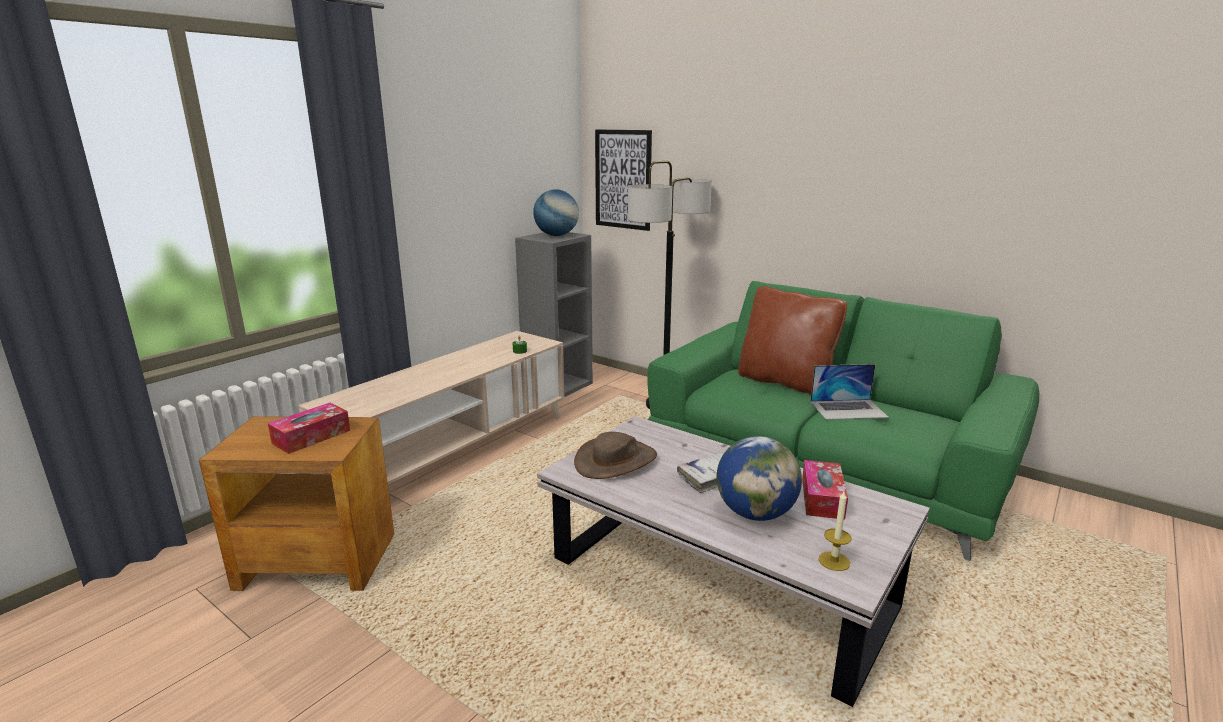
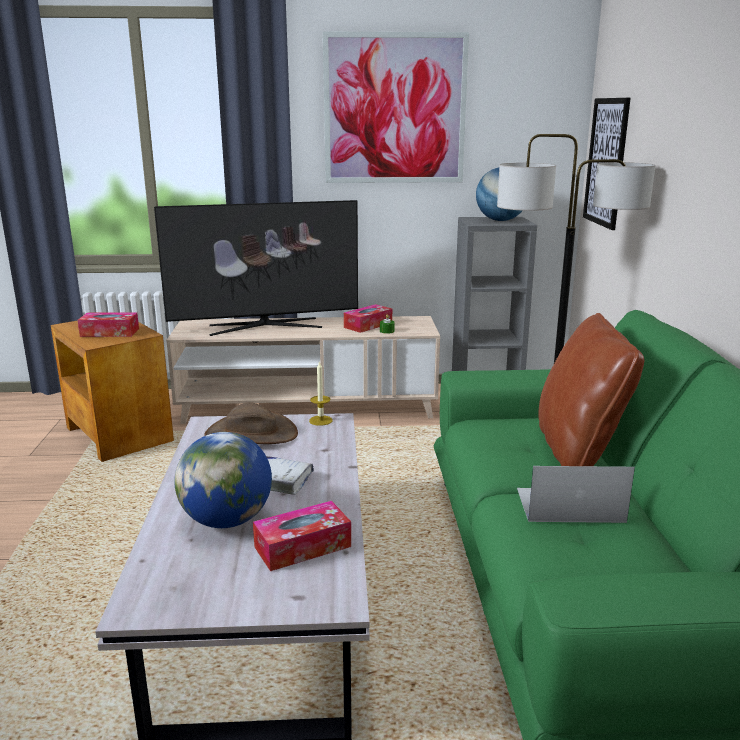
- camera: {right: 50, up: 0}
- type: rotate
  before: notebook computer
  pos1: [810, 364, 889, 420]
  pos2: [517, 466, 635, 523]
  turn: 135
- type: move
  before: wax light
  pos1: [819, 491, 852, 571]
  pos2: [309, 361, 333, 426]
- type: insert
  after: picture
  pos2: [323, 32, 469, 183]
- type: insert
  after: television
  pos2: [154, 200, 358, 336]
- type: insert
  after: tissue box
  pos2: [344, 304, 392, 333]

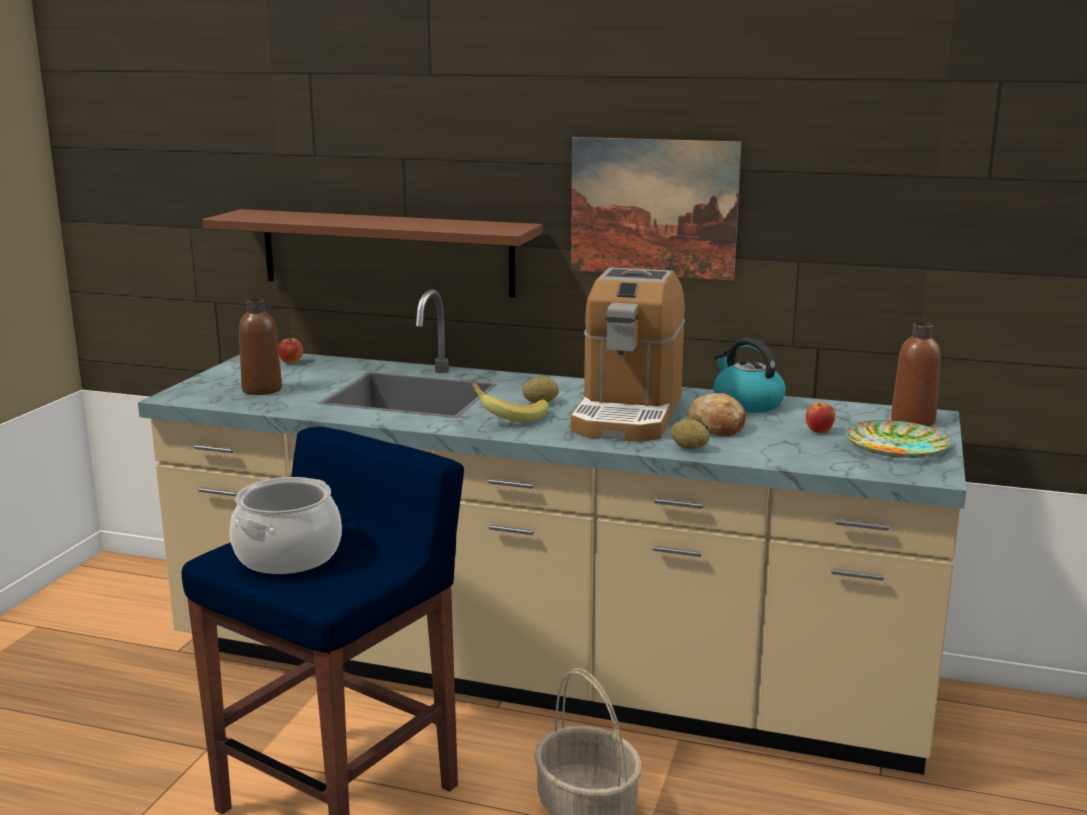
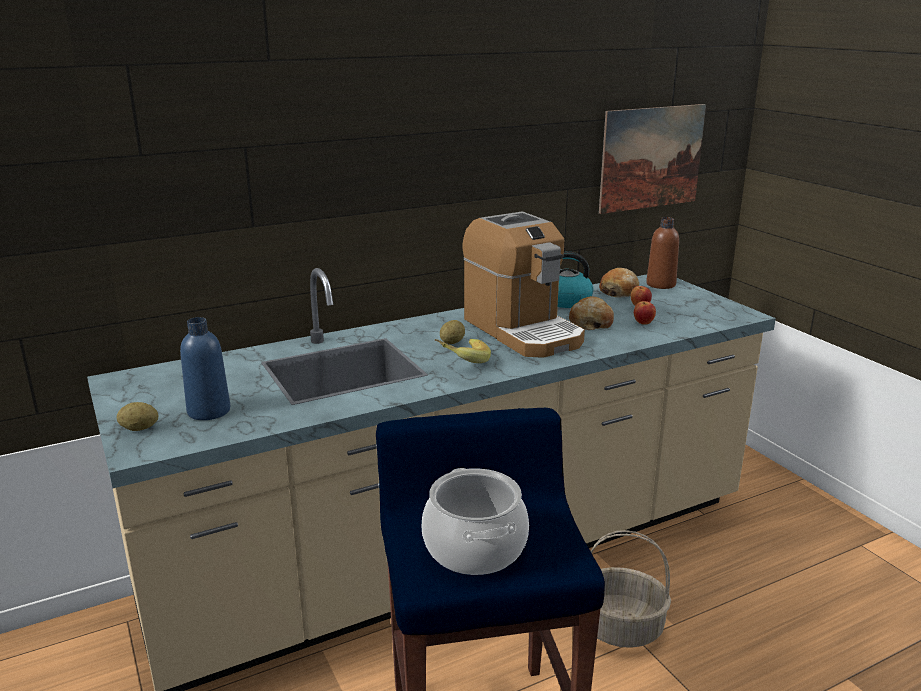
- camera: {right: -45, up: 5}
- type: move
  before: picture
  pos1: [571, 137, 742, 280]
  pos2: [599, 104, 706, 214]
- type: delete
  before: shelf/brownish
  pos1: [202, 209, 542, 298]
- type: recolor
  before: drink bottle/brownish
  after: drink bottle/blue-coloured
  pos1: [239, 298, 282, 395]
  pos2: [180, 317, 231, 420]
- type: move
  before: apple fruit
  pos1: [278, 338, 303, 364]
  pos2: [634, 301, 656, 325]
- type: move
  before: whole potato
  pos1: [671, 419, 710, 449]
  pos2: [117, 402, 159, 431]
- type: delete
  before: flat dish
  pos1: [846, 420, 951, 458]
- type: insert
  after: bakery bread
  pos2: [599, 268, 639, 297]

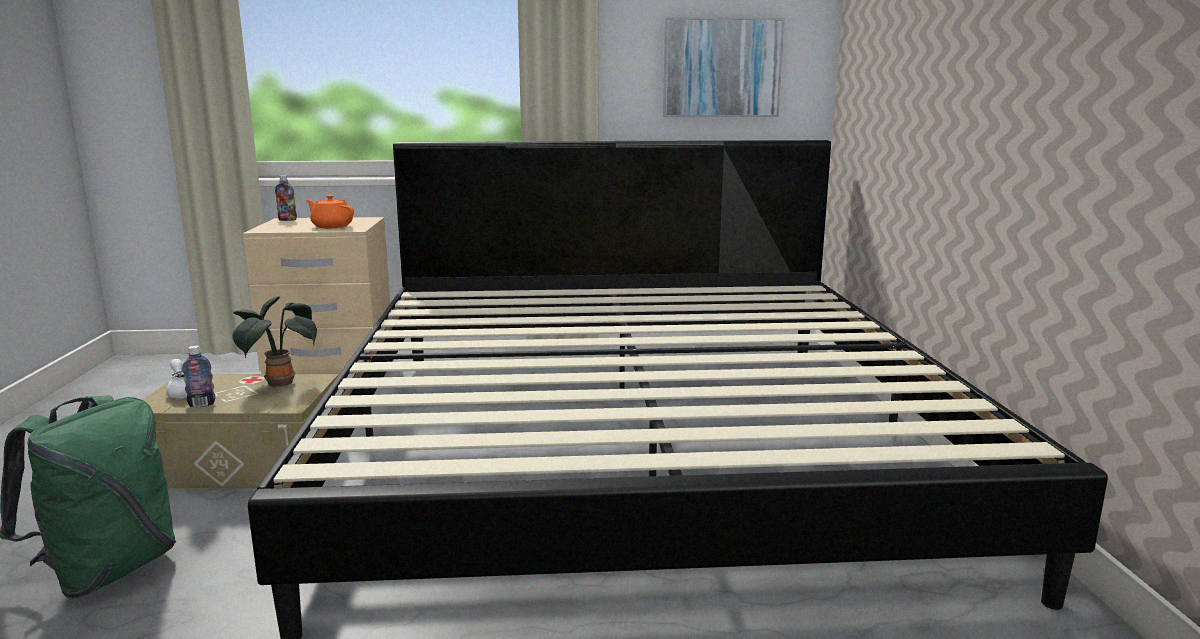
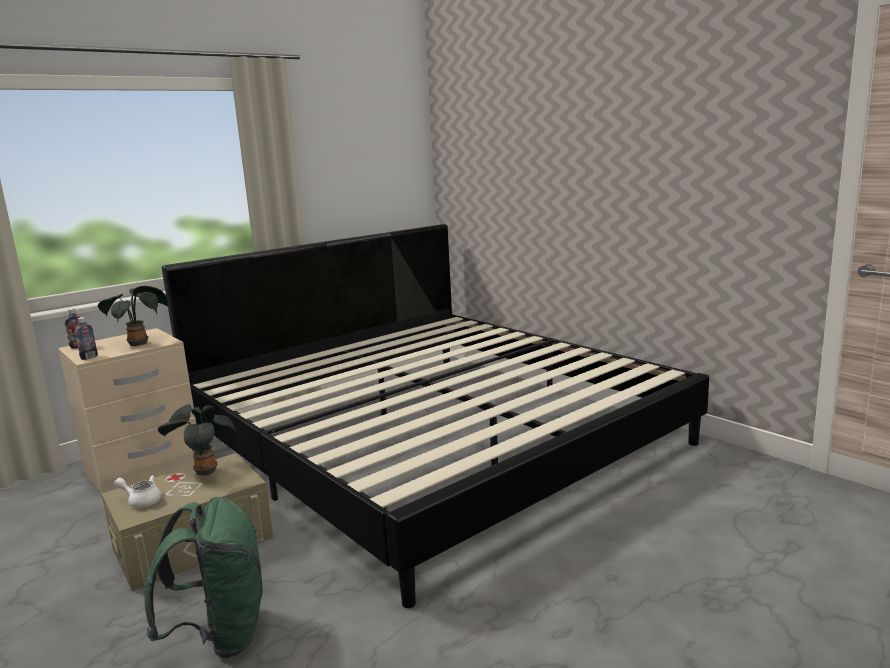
- camera: {right: -35, up: 0}
- type: delete
  before: picture
  pos1: [663, 17, 784, 117]
- type: replace
  before: pot for tea/orange-coloured
  after: potted plant
  pos1: [306, 195, 354, 228]
  pos2: [98, 286, 168, 346]
- type: move
  before: drink bottle
  pos1: [182, 346, 216, 407]
  pos2: [75, 317, 98, 360]

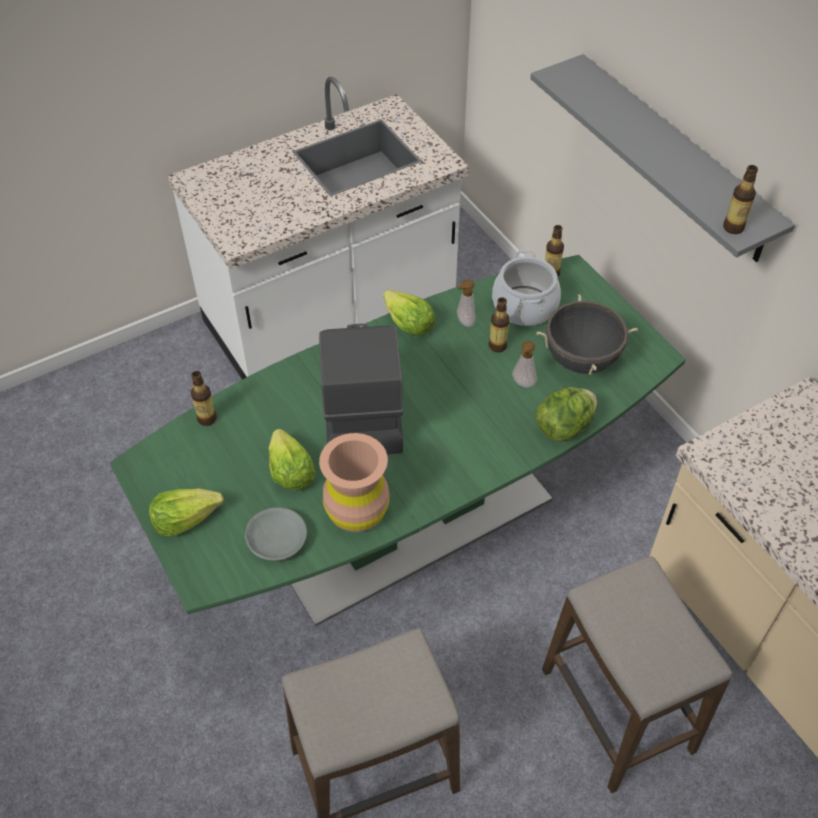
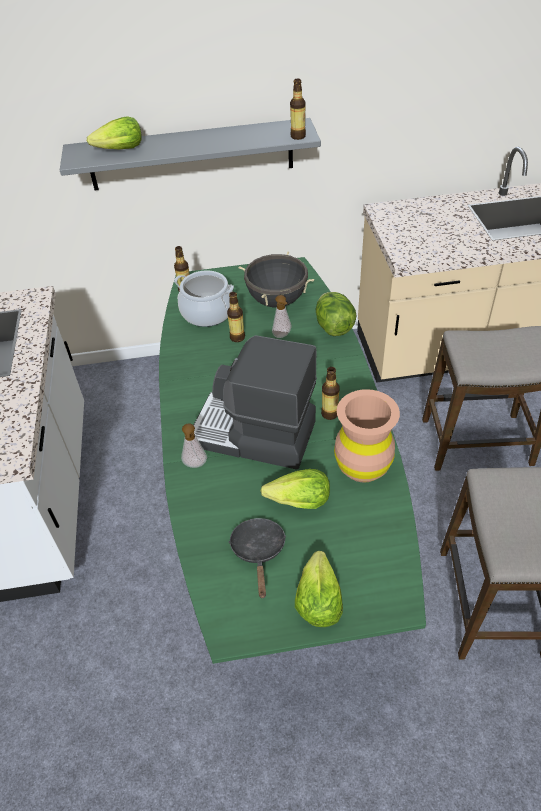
- camera: {right: -65, up: -5}
- type: move
  before: soap dispenser
  pos1: [457, 279, 476, 327]
  pos2: [181, 423, 207, 468]
- type: move
  before: lettuce
  pos1: [383, 290, 435, 336]
  pos2: [87, 116, 142, 149]
- type: move
  before: drink bottle
  pos1: [191, 371, 217, 426]
  pos2: [321, 367, 340, 420]
- type: delete
  before: serving bowl/gray
  pos1: [245, 507, 307, 561]
- type: insert
  after: frying pan/black-coloured
  pos2: [229, 518, 286, 598]

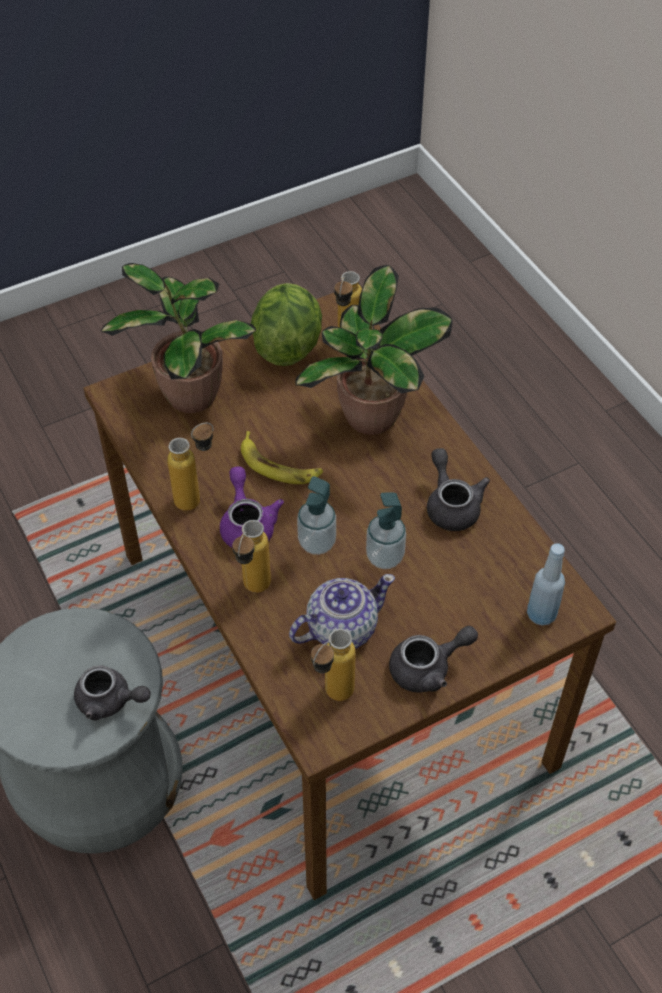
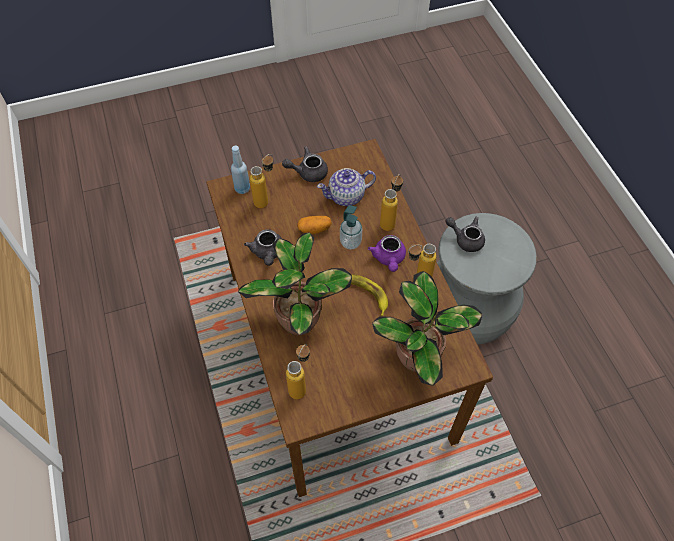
- camera: {right: -170, up: 5}
- type: delete
  before: lettuce
  pos1: [250, 283, 322, 366]
- type: replace
  before: soap dispenser
  after: whole potato
  pos1: [366, 493, 406, 569]
  pos2: [297, 216, 332, 234]
- type: move
  before: drink bottle
  pos1: [311, 629, 356, 701]
  pos2: [250, 154, 273, 208]

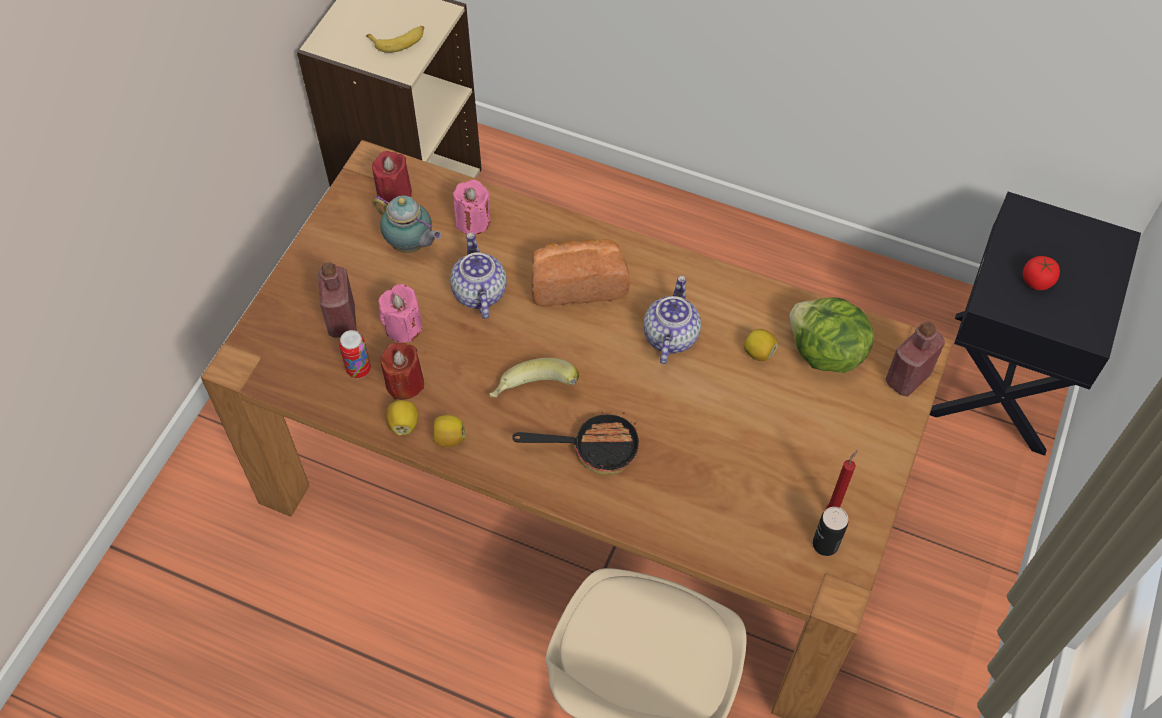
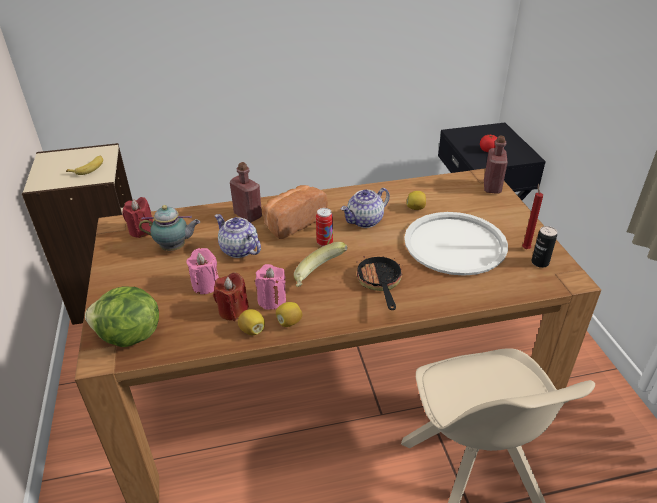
- camera: {right: -35, up: -20}
- type: move
  before: wax light/pink
  pos1: [453, 180, 490, 235]
  pos2: [255, 264, 286, 310]
- type: move
  before: drink bottle/red
  pos1: [318, 262, 357, 338]
  pos2: [230, 162, 262, 223]
- type: rotate
  before: pot for tea
  pos1: [643, 276, 701, 364]
  pos2: [341, 188, 390, 228]
  turn: -105
- type: move
  before: lettuce
  pos1: [789, 297, 874, 373]
  pos2: [85, 287, 159, 347]
- type: move
  before: can
  pos1: [339, 330, 371, 379]
  pos2: [316, 208, 333, 247]
- type: rotate
  before: frying pan
  pos1: [512, 412, 639, 475]
  pos2: [357, 250, 403, 310]
  turn: -60
- type: insert
  after: tray/white-coloured
  pos2: [404, 212, 508, 276]

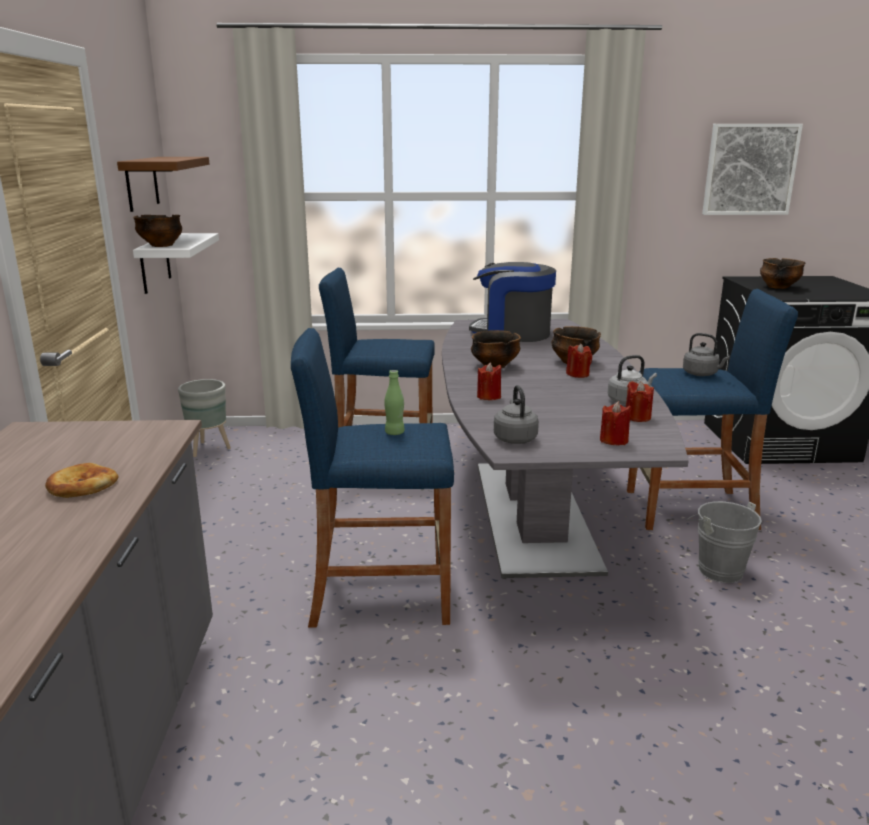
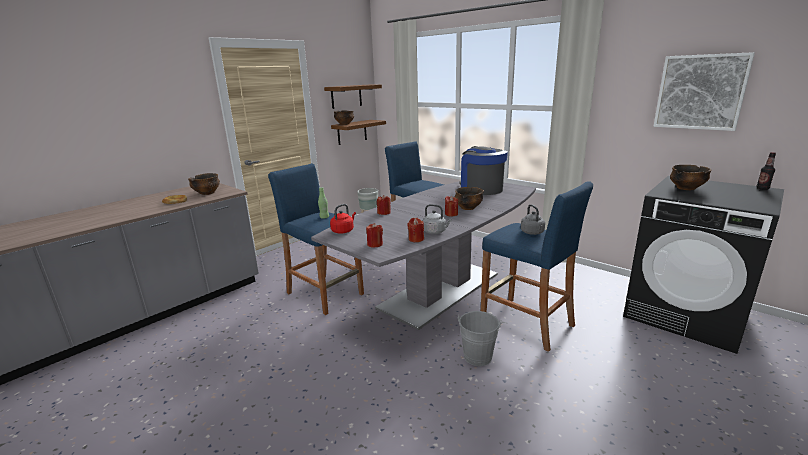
- camera: {right: 45, up: 0}
- type: recolor
  before: shelf/white-coloured
  after: shelf/brownish
  pos1: [133, 233, 219, 294]
  pos2: [331, 120, 386, 145]
- type: move
  before: serving bowl
  pos1: [471, 330, 521, 368]
  pos2: [188, 173, 220, 195]
- type: recolor
  before: kettle/gray
  after: kettle/red
  pos1: [494, 385, 539, 444]
  pos2: [330, 204, 356, 234]
- type: insert
  after: drink bottle
  pos2: [756, 152, 776, 190]

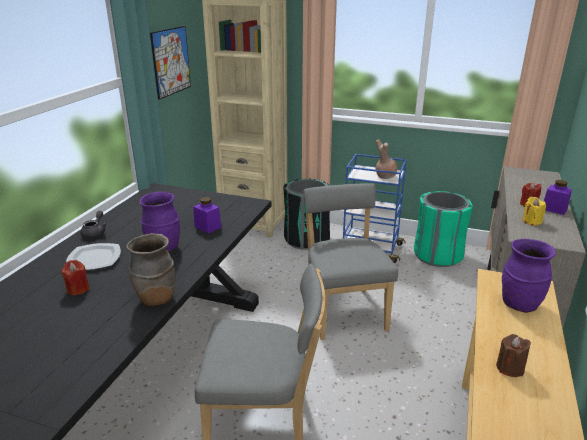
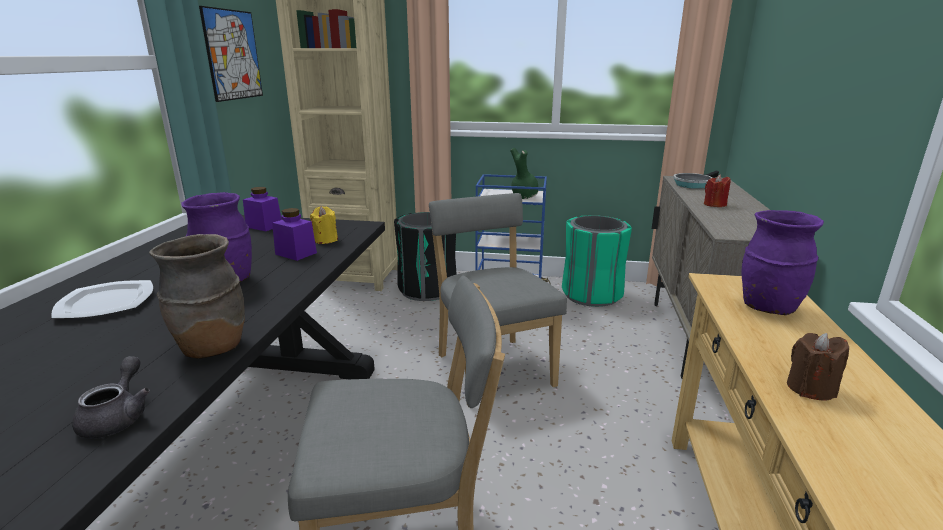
- camera: {right: -10, up: -5}
- type: recolor
  before: flower vase/brownish
  after: flower vase/greenish
  pos1: [375, 139, 397, 179]
  pos2: [510, 148, 538, 199]
- type: move
  before: preserve jar/purple-coloured
  pos1: [544, 180, 572, 215]
  pos2: [243, 187, 282, 231]
- type: move
  before: wax light/yellow-coloured
  pos1: [523, 197, 546, 225]
  pos2: [310, 206, 338, 244]
- type: move
  before: pot for tea/gray
  pos1: [81, 211, 107, 238]
  pos2: [72, 356, 150, 439]
- type: delete
  before: wax light/red
  pos1: [61, 260, 89, 295]
- type: insert
  after: frying pan
  pos2: [673, 171, 719, 189]

